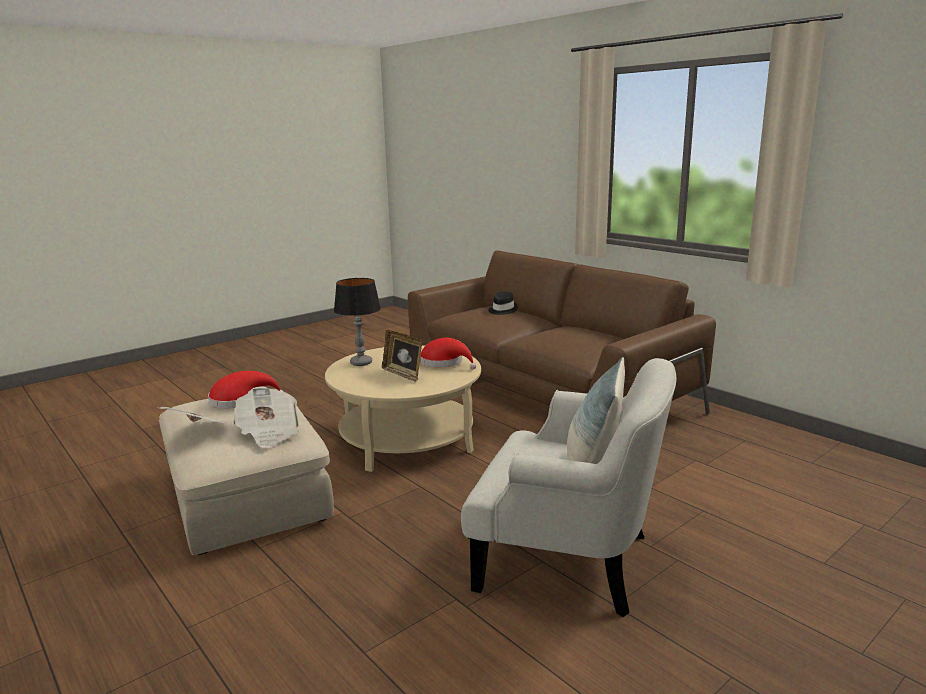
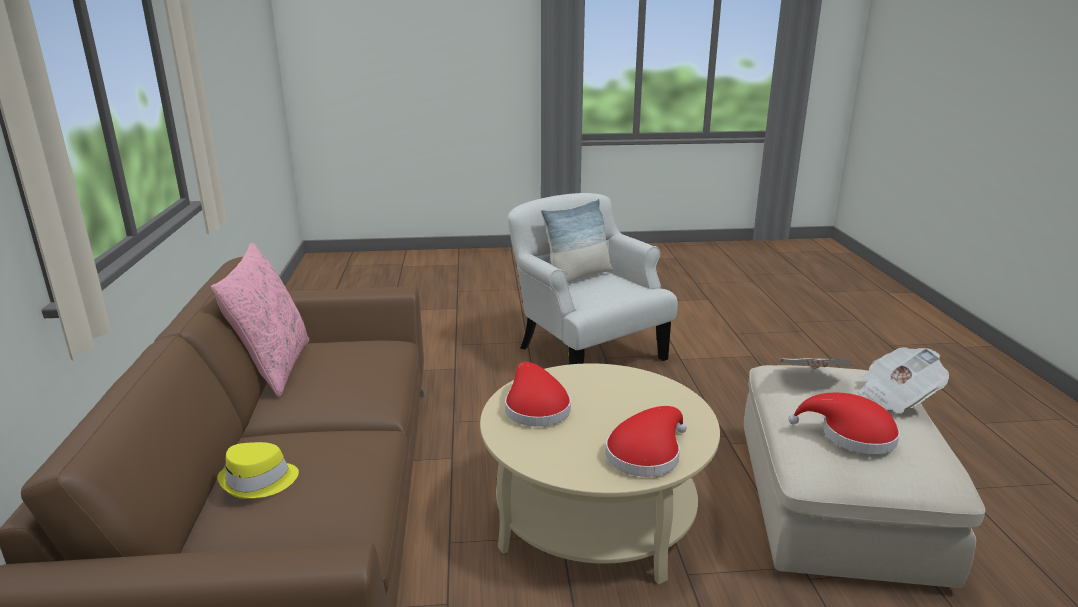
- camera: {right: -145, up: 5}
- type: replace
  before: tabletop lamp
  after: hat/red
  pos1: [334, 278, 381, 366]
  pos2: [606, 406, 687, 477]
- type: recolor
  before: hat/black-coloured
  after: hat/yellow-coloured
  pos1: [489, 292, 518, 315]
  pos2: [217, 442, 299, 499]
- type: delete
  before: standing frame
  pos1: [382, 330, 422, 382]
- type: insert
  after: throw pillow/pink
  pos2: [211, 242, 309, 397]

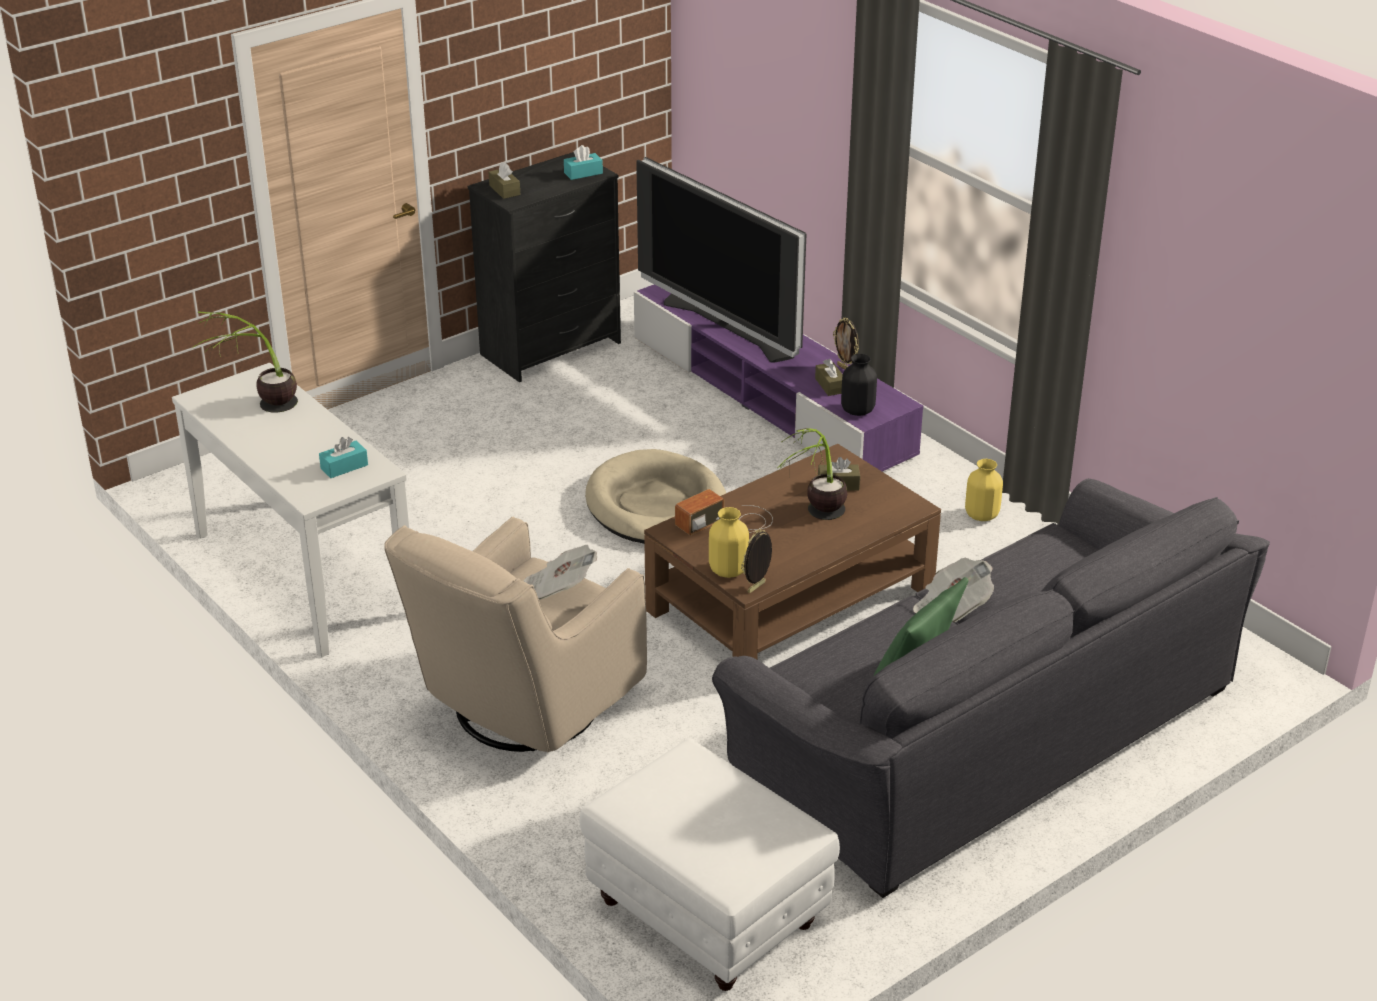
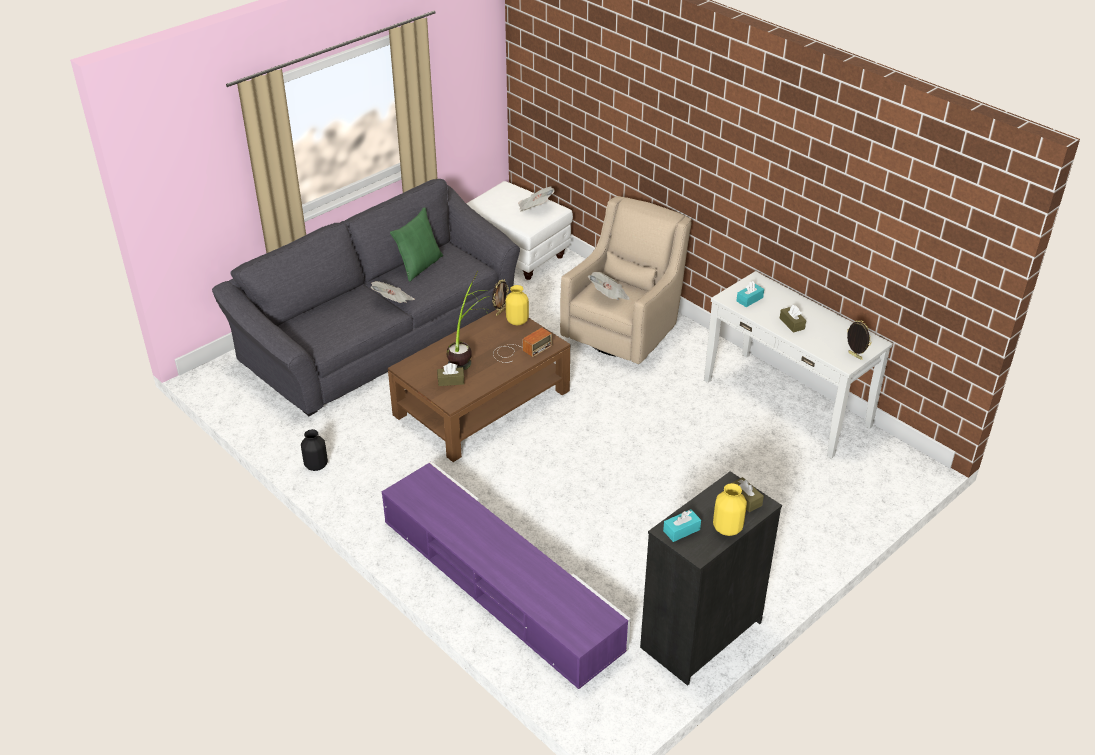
- camera: {right: 175, up: 5}
- type: delete
  before: television
  pos1: [636, 157, 806, 363]
- type: delete
  before: potted plant
  pos1: [192, 311, 298, 412]
- type: move
  before: standing frame
  pos1: [833, 317, 859, 369]
  pos2: [847, 320, 872, 360]
- type: move
  before: flower vase/black-coloured
  pos1: [841, 354, 877, 416]
  pos2: [301, 429, 328, 471]
- type: move
  before: tissue box/brownish
  pos1: [815, 359, 843, 396]
  pos2: [779, 305, 806, 333]
- type: delete
  before: dog cushion/beige
  pos1: [585, 449, 726, 544]
- type: move
  before: flower vase/yellow-coloured
  pos1: [965, 459, 1003, 521]
  pos2: [713, 483, 747, 536]
- type: insert
  after: daily paper
  pos2: [518, 186, 554, 212]

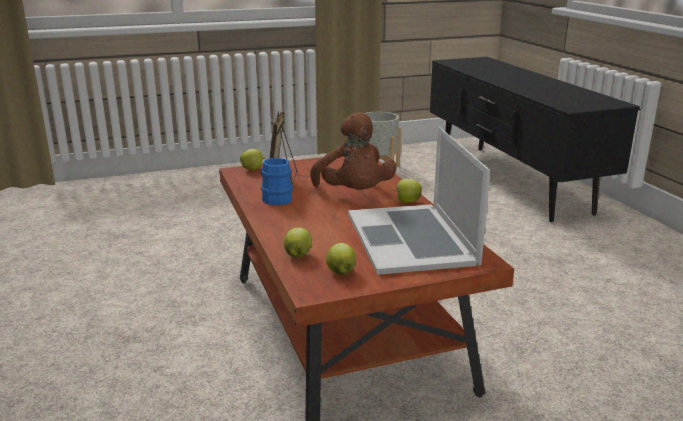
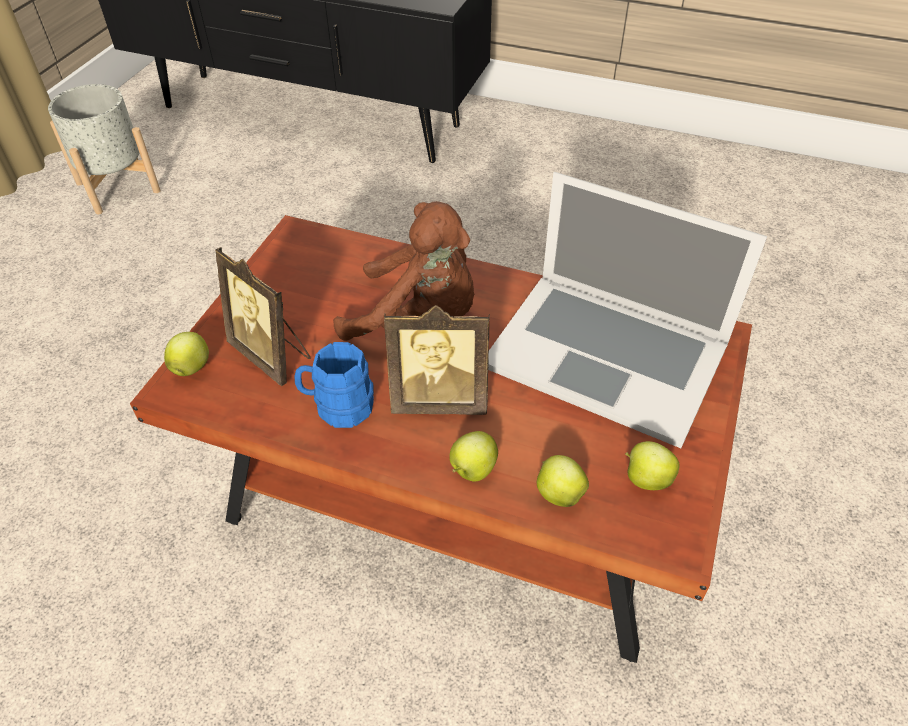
- camera: {right: -50, up: 25}
- type: move
  before: apple fruit
  pos1: [394, 179, 422, 203]
  pos2: [449, 431, 498, 481]
- type: insert
  after: standing frame
  pos2: [384, 305, 490, 415]

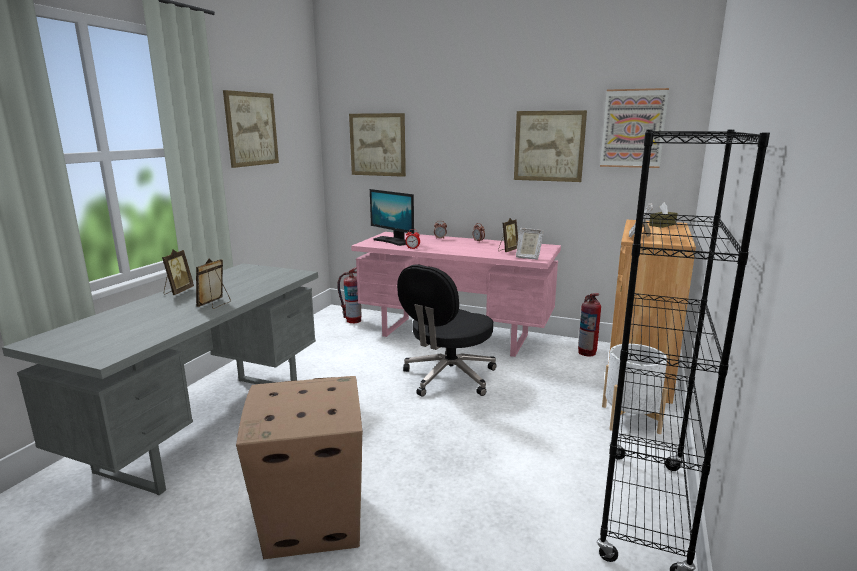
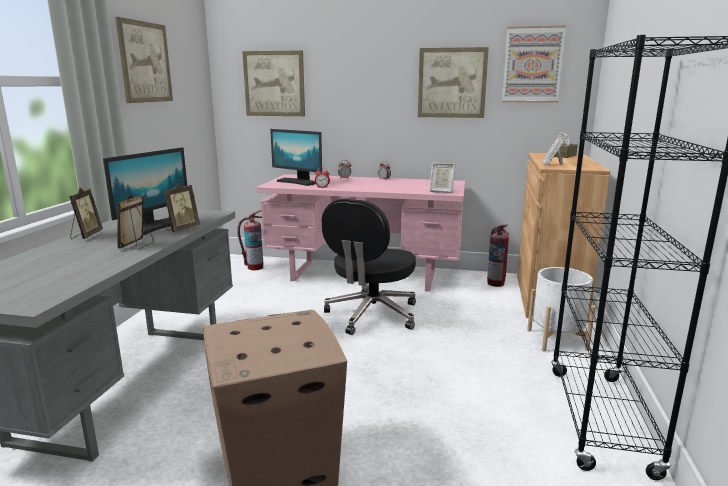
- camera: {right: -10, up: 0}
- type: move
  before: standing frame
  pos1: [498, 218, 518, 252]
  pos2: [164, 183, 200, 232]
- type: insert
  after: computer screen
  pos2: [103, 147, 187, 235]

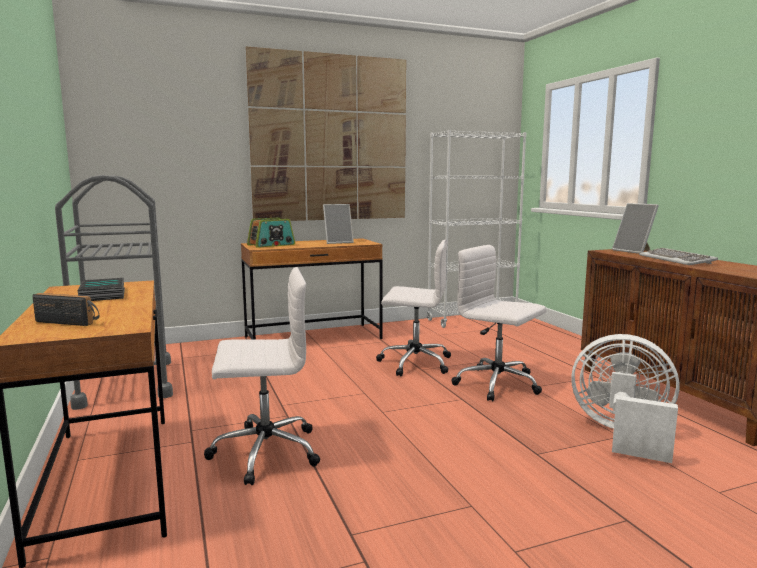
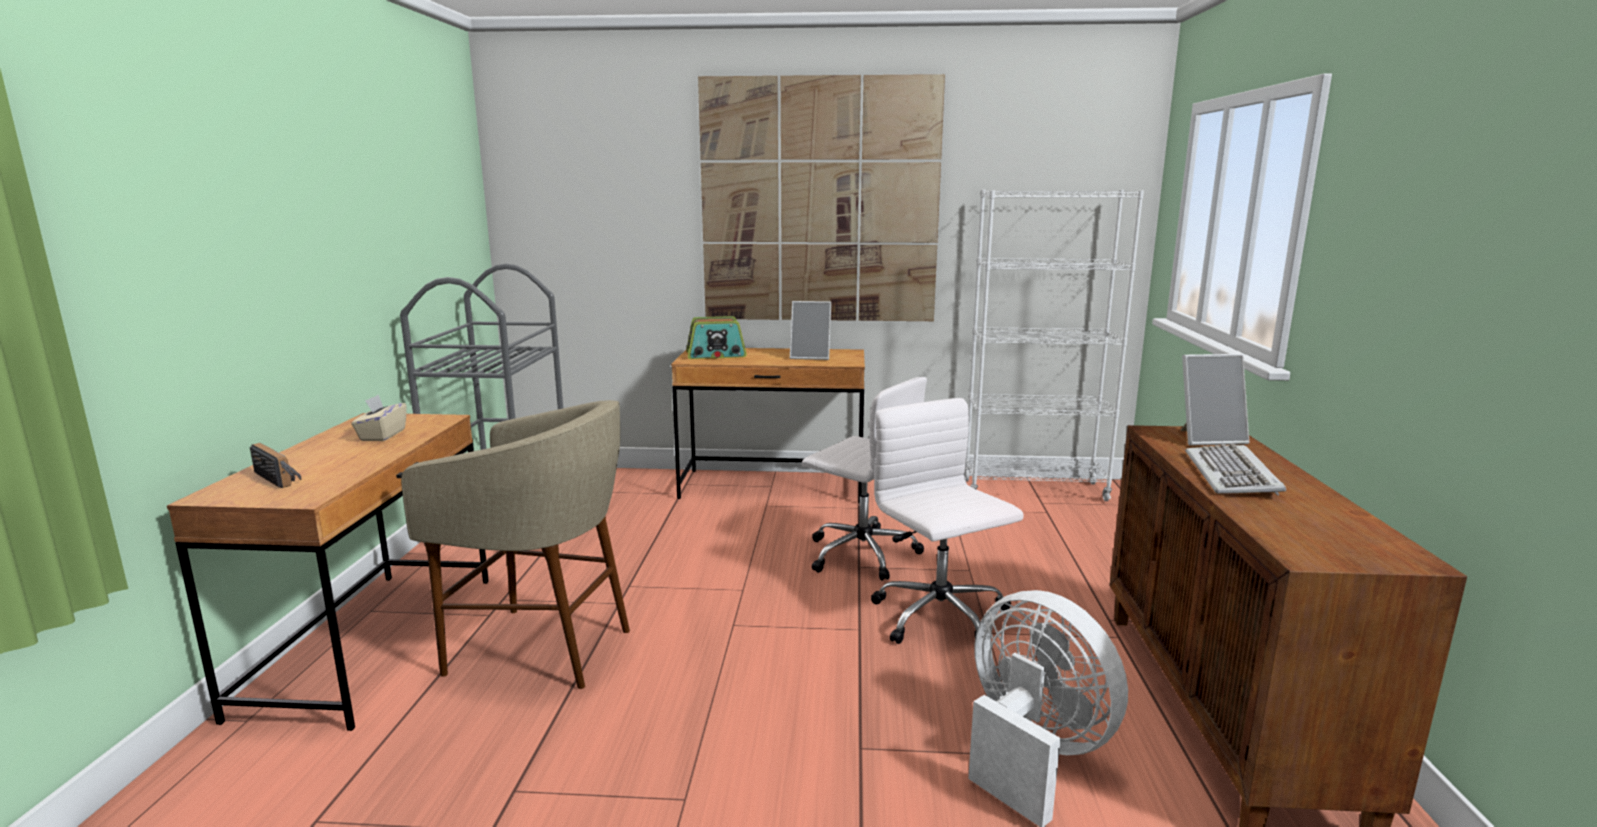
- camera: {right: 25, up: 5}
- type: rotate
  before: standing frame
  pos1: [612, 203, 659, 254]
  pos2: [1180, 354, 1249, 446]
  turn: -90
- type: replace
  before: computer chair/white-coloured
  after: stool seat/beige
  pos1: [204, 267, 320, 485]
  pos2: [401, 400, 630, 689]
- type: replace
  before: book
  after: tissue box/beige
  pos1: [78, 278, 125, 301]
  pos2: [351, 395, 407, 441]

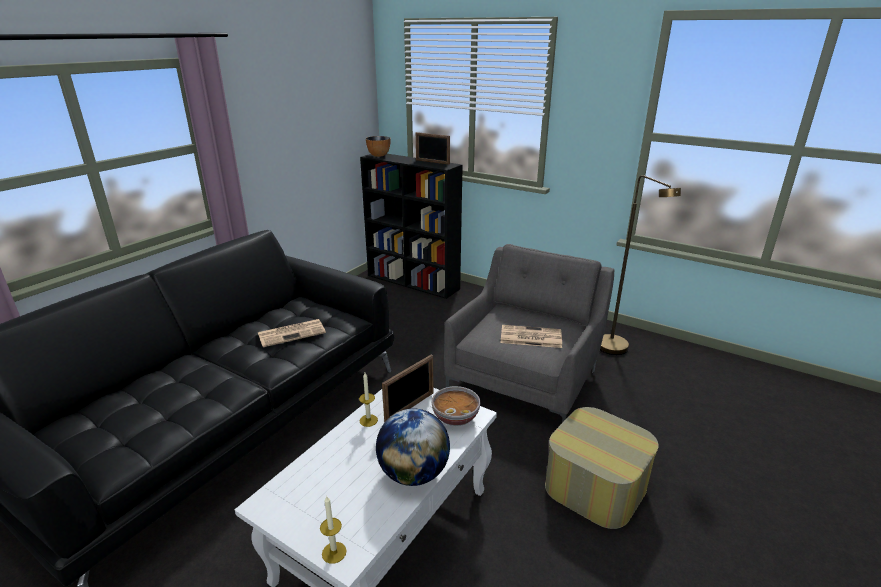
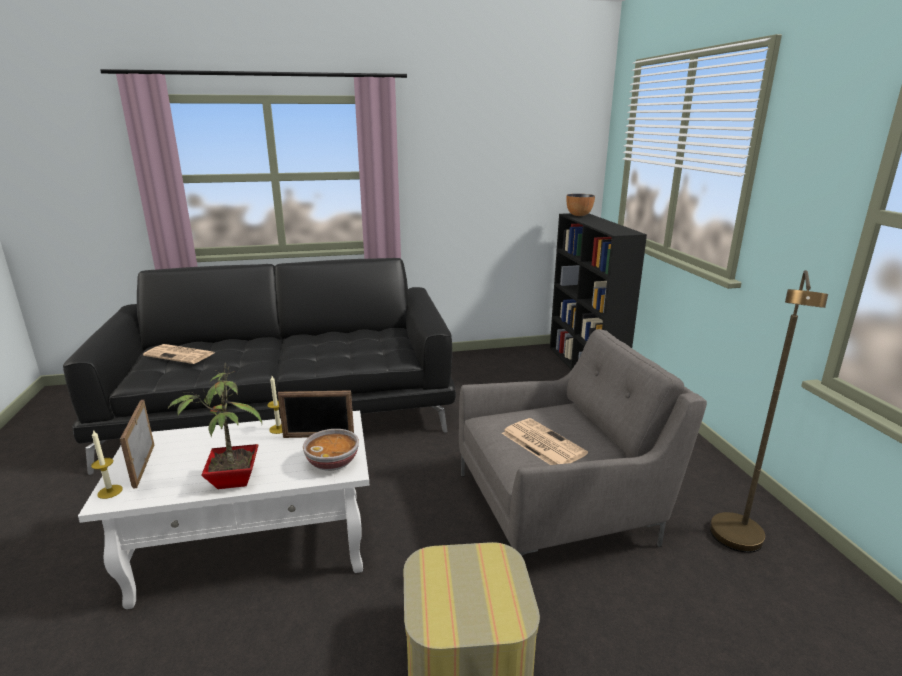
- camera: {right: 45, up: -5}
- type: move
  before: standing frame
  pos1: [416, 132, 450, 165]
  pos2: [120, 400, 154, 489]
- type: move
  before: daily paper
  pos1: [258, 319, 326, 347]
  pos2: [143, 344, 214, 364]
- type: replace
  before: desk globe
  after: potted plant
  pos1: [376, 408, 450, 486]
  pos2: [168, 362, 262, 489]

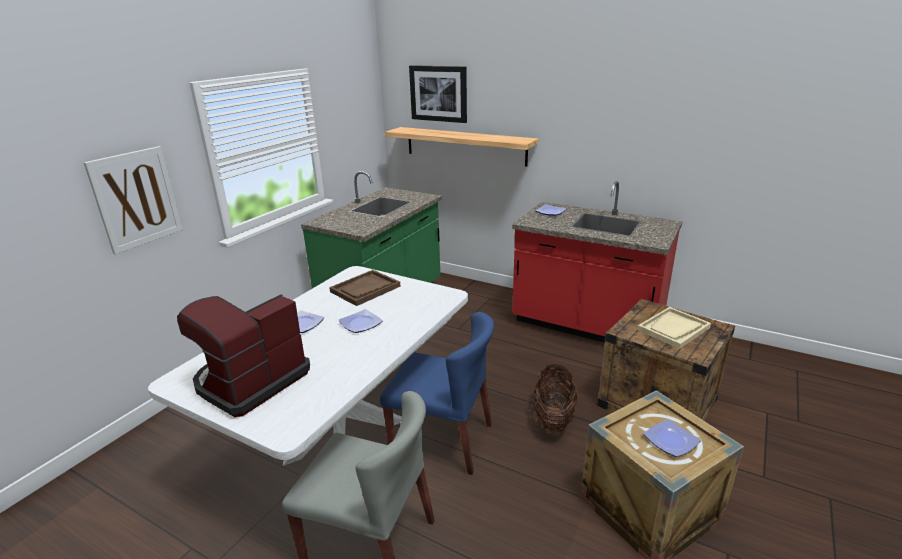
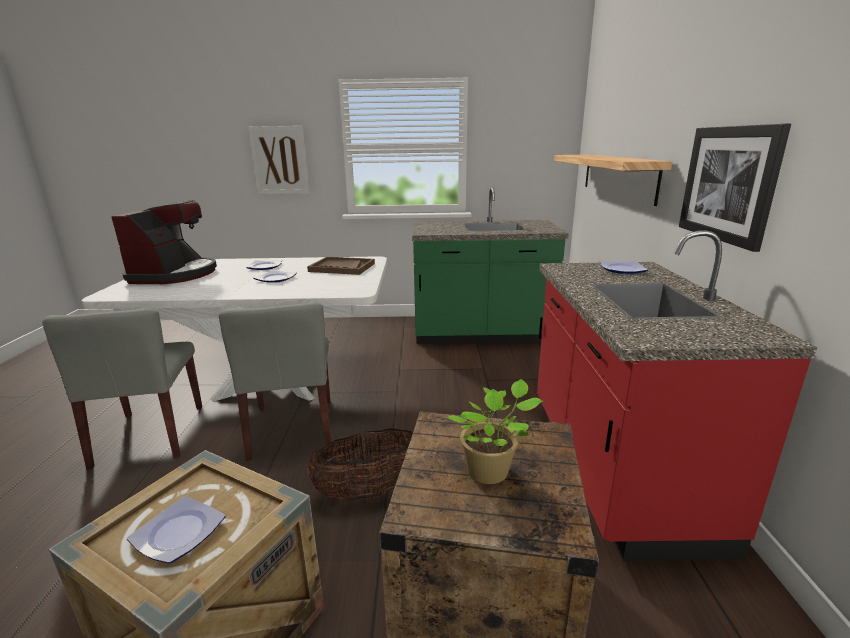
- camera: {right: 60, up: -5}
- type: move
  before: picture
  pos1: [409, 65, 467, 123]
  pos2: [679, 123, 791, 252]
- type: rotate
  before: coffee machine
  pos1: [177, 294, 310, 417]
  pos2: [111, 200, 217, 284]
  turn: 90
- type: replace
  before: tray/beige
  after: potted plant
  pos1: [638, 307, 711, 349]
  pos2: [446, 379, 543, 484]
- type: recolor
  before: chair/blue-coloured
  after: chair/gray
  pos1: [380, 312, 494, 475]
  pos2: [219, 302, 332, 461]

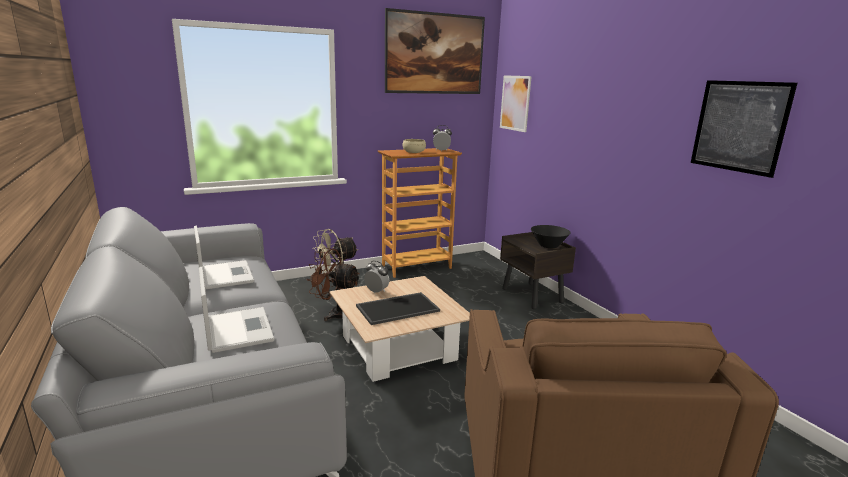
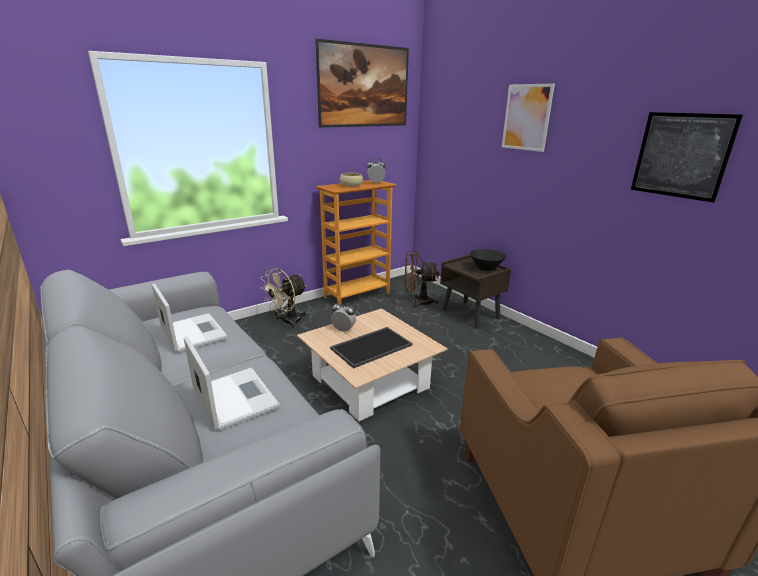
- camera: {right: -10, up: 5}
- type: move
  before: picture
  pos1: [500, 75, 532, 132]
  pos2: [502, 83, 555, 152]
- type: move
  before: electric fan/brownish
  pos1: [307, 247, 360, 321]
  pos2: [404, 251, 440, 308]

